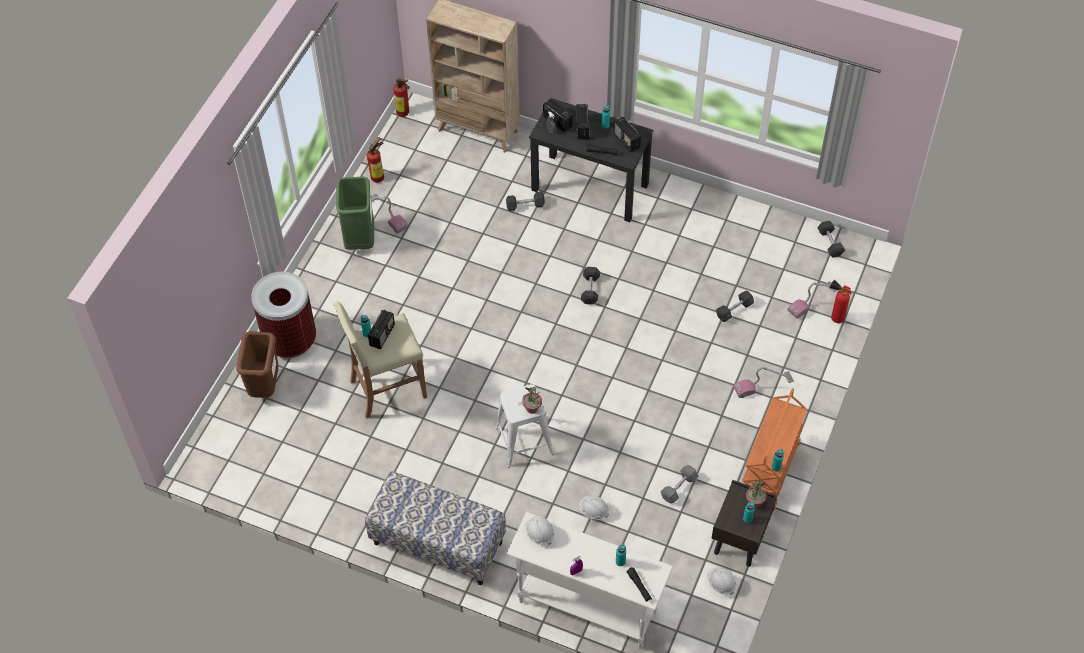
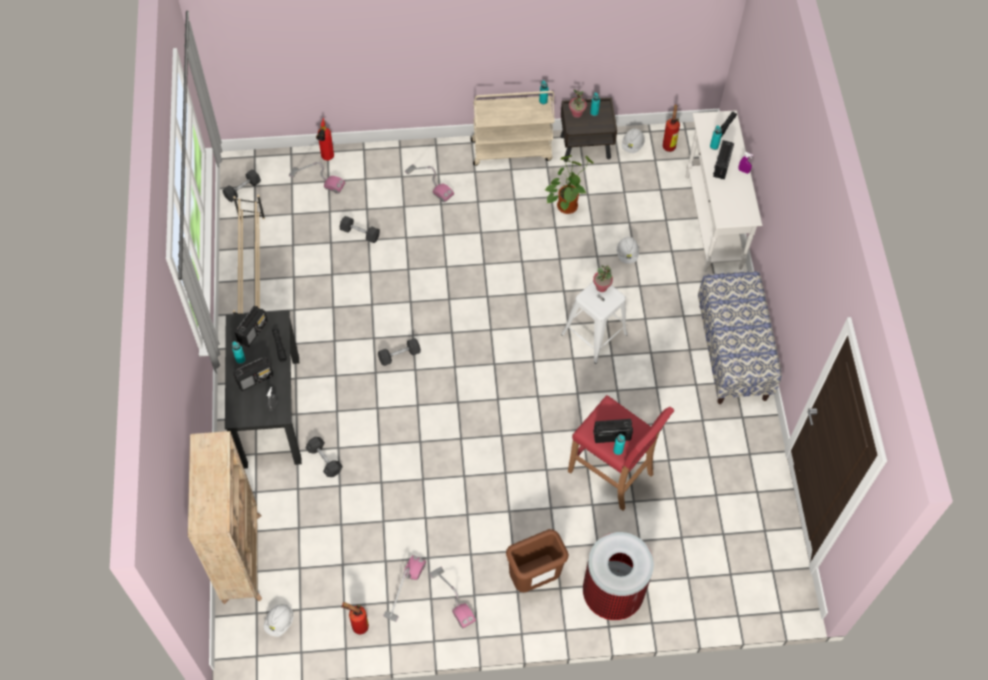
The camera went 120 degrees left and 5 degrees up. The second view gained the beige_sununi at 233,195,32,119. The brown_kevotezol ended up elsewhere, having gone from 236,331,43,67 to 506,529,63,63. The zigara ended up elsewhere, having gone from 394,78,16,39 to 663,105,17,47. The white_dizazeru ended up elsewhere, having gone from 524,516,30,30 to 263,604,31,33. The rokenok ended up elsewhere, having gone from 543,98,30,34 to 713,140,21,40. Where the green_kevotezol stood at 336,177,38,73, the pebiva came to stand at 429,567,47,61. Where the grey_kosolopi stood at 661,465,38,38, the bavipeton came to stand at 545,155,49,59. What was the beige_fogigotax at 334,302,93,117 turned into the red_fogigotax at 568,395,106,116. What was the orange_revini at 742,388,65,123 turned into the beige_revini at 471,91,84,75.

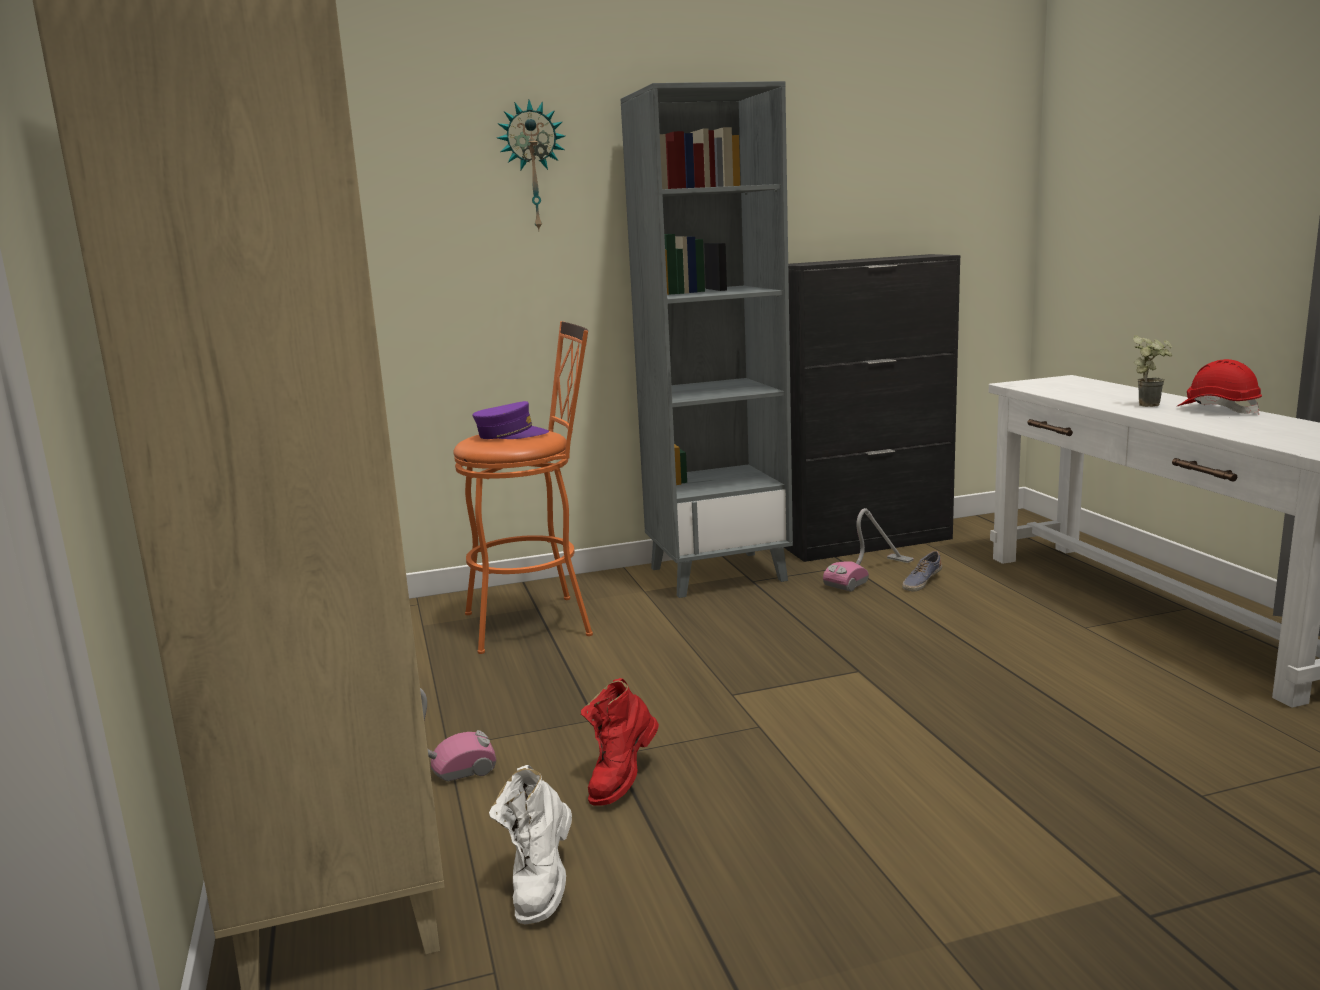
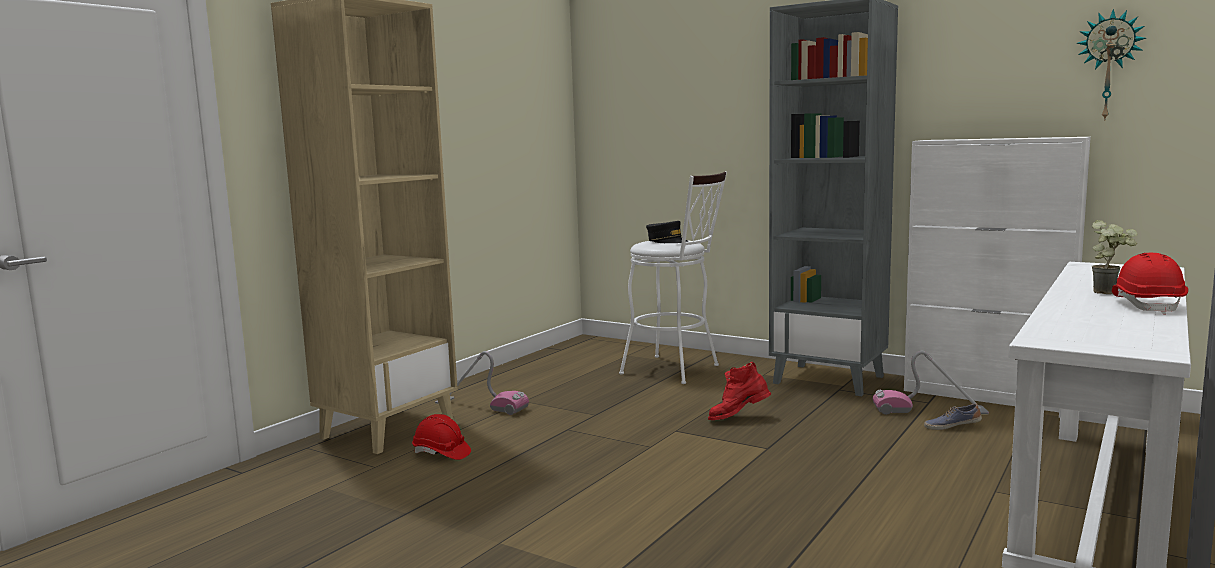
The camera went 50 degrees right and 5 degrees down. The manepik ended up elsewhere, having gone from 497,100,68,130 to 1076,9,70,112. The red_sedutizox ended up elsewhere, having gone from 581,678,78,127 to 708,362,63,58. Where the white_sedutizox stood at 489,765,83,160, the red_dizazeru came to stand at 412,414,59,46. What was the orange_fogigotax at 453,321,140,333 turned into the white_fogigotax at 619,172,108,212. What was the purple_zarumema at 472,401,77,38 turned into the black_zarumema at 646,221,43,22. What was the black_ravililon at 784,254,177,308 turned into the white_ravililon at 904,137,187,275.

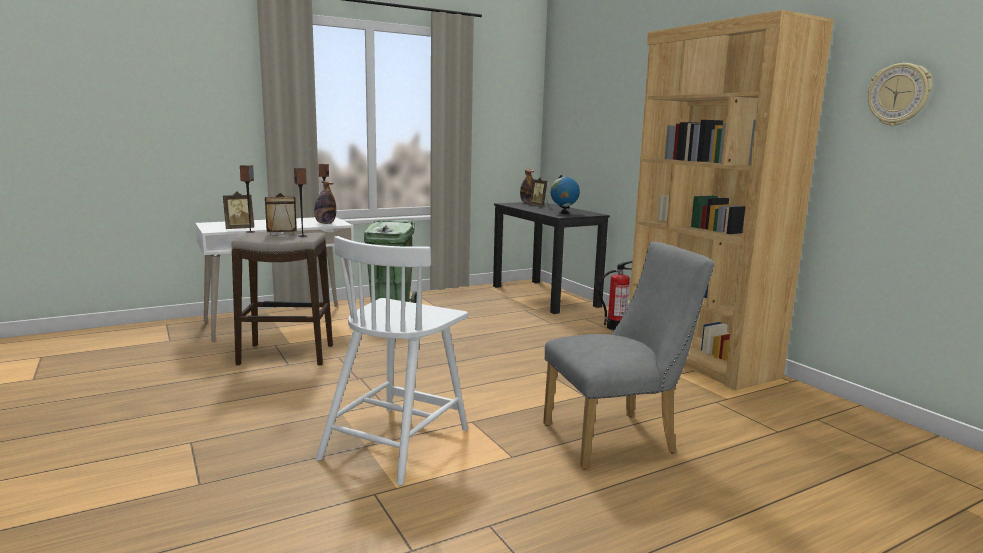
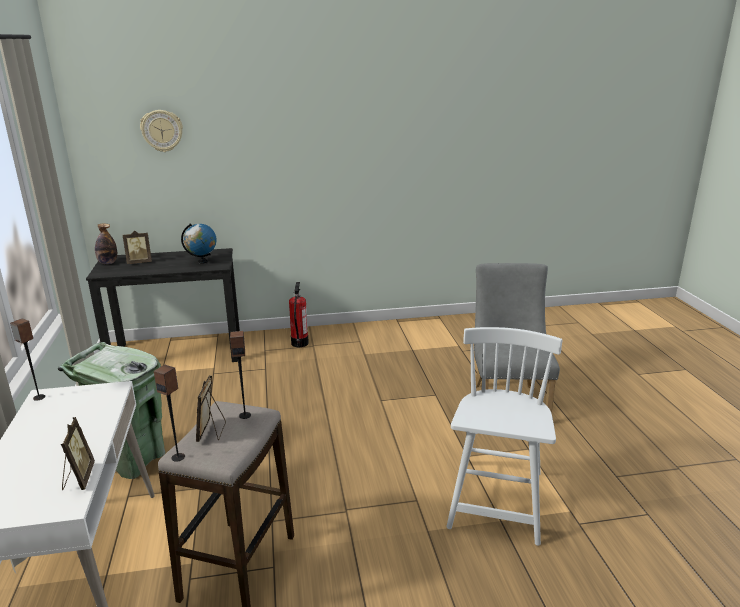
The camera went 70 degrees left and 10 degrees up. The second view lost the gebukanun at 314,181,22,43. The second view lost the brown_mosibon at 629,10,205,381. The manepik ended up elsewhere, having gone from 868,63,64,63 to 140,110,43,42. The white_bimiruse at 316,236,152,250 ended up facing another way, 120 degrees counterclockwise from before.

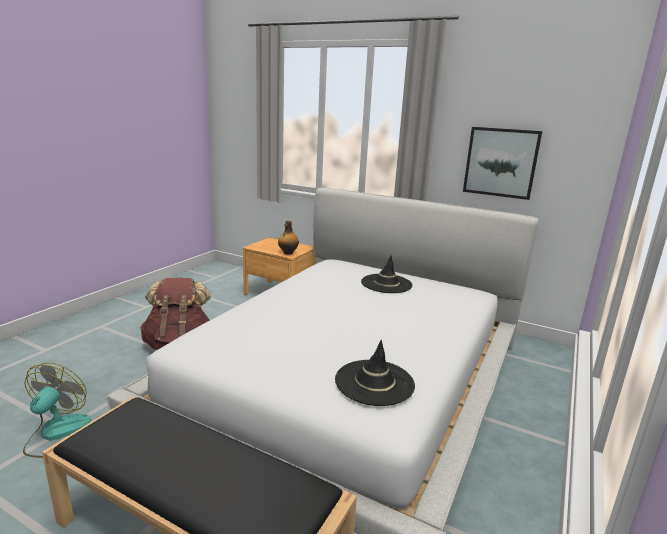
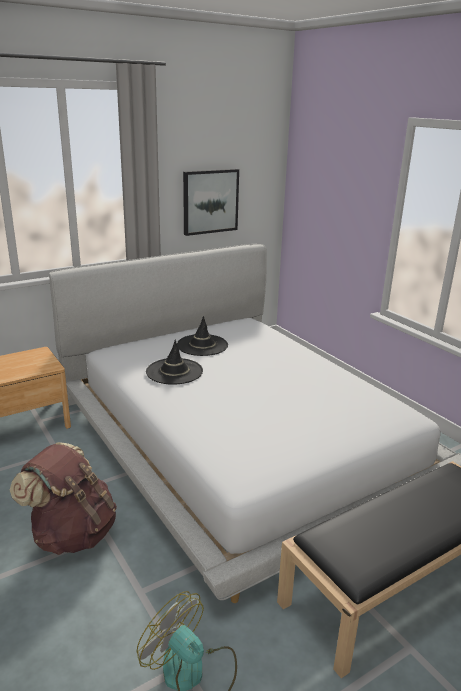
The camera went 60 degrees left and 5 degrees up. The second view lost the gebukanun at 278,221,21,33. The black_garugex ended up elsewhere, having gone from 335,340,80,66 to 146,340,57,45.

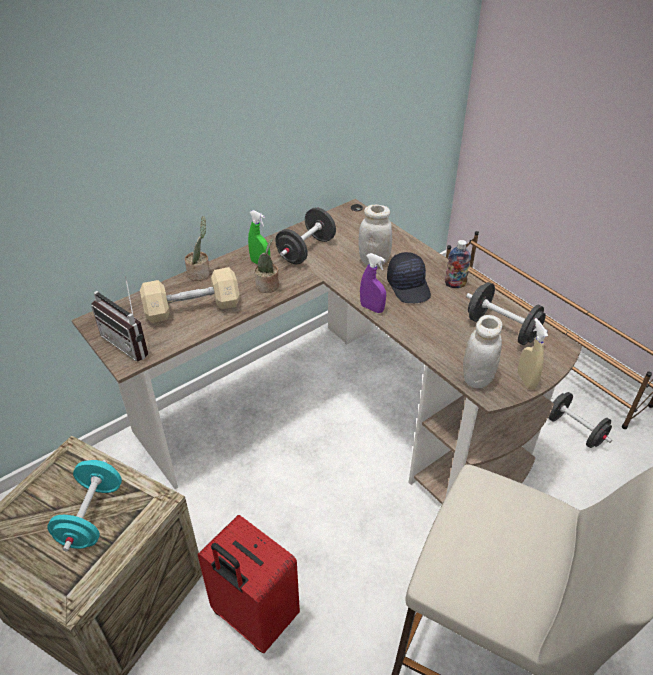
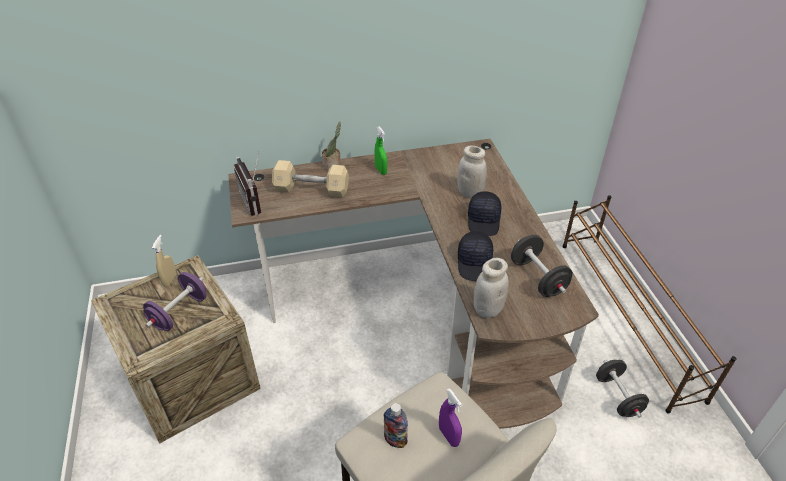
The camera went 25 degrees right and 0 degrees up. The second view lost the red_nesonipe at 198,515,102,138. The second view lost the bavipeton at 254,238,25,55. The second view lost the black_kosolopi at 275,207,61,58. The second view gained the black_zarumema at 458,231,35,50. The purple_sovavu ended up elsewhere, having gone from 360,253,26,60 to 439,388,23,59. The gebukanun ended up elsewhere, having gone from 445,240,26,48 to 384,403,24,45. The beige_sovavu ended up elsewhere, having gone from 518,318,30,72 to 152,235,24,52. What was the turquoise_kosolopi at 47,460,75,91 turned into the purple_kosolopi at 143,272,64,59.

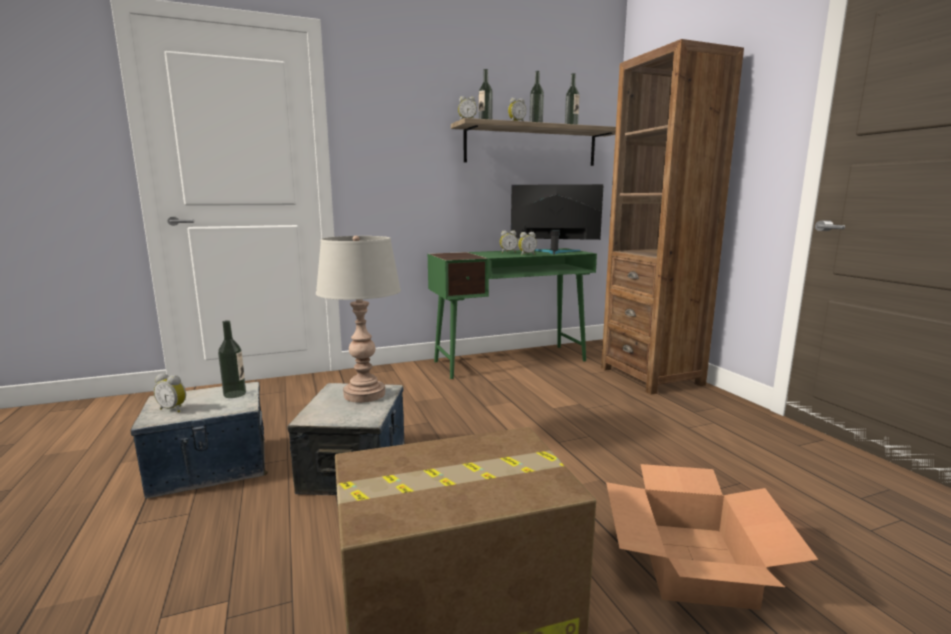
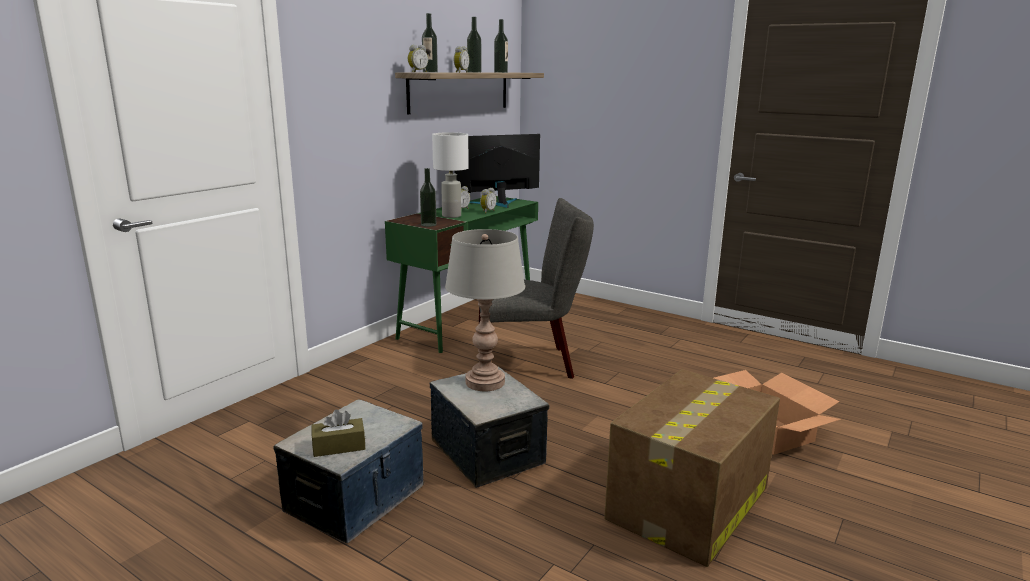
The camera went 35 degrees left and 5 degrees up. The second view lost the brown_mosibon at 601,39,143,356. The second view gained the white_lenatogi at 432,132,37,86. The second view gained the grey_bimiruse at 479,198,115,181. The gebukanun ended up elsewhere, having gone from 218,320,28,78 to 420,168,16,59. Where the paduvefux stood at 153,373,33,40, the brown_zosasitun came to stand at 312,409,53,48.

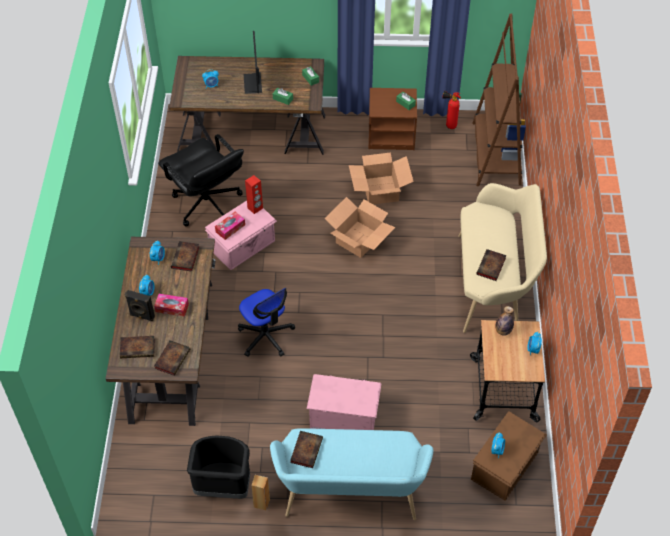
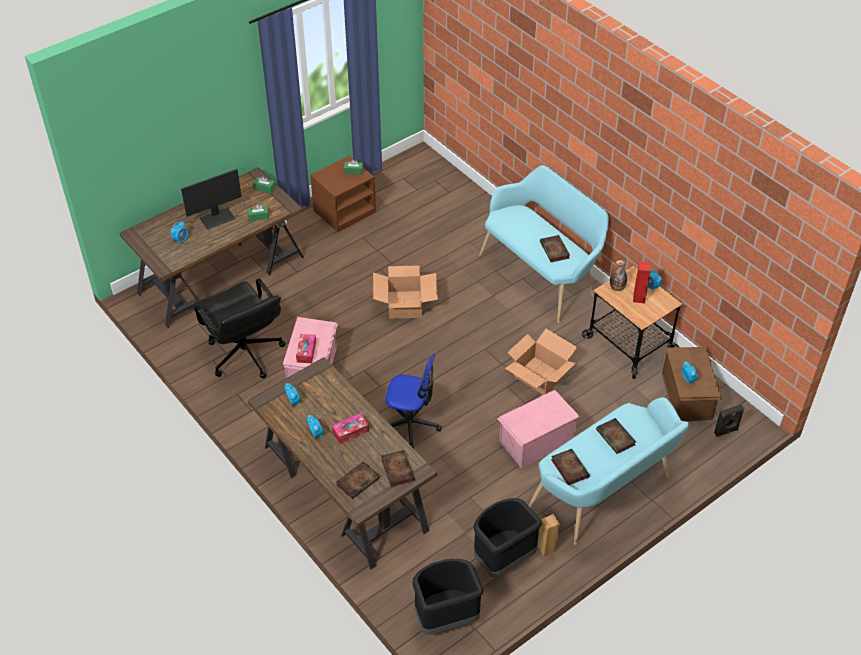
The camera went 40 degrees left and 5 degrees down. The second view lost the zigara at 442,91,19,38. The second view lost the brown_mosibon at 473,13,53,173. The second view gained the black_kevotezol at 412,559,72,76. The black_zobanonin ended up elsewhere, having gone from 125,290,30,31 to 714,404,31,33. The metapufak ended up elsewhere, having gone from 171,241,28,31 to 596,418,40,36. The red_zobanonin ended up elsewhere, having gone from 245,175,18,39 to 633,262,18,42. The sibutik ended up elsewhere, having gone from 349,152,65,52 to 505,329,72,66. What was the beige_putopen at 458,183,89,150 turned into the turquoise_putopen at 479,165,130,158. The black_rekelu at 158,134,86,92 ended up facing another way, 45 degrees clockwise from before. The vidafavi at 244,31,18,63 ended up facing another way, 75 degrees counterclockwise from before.

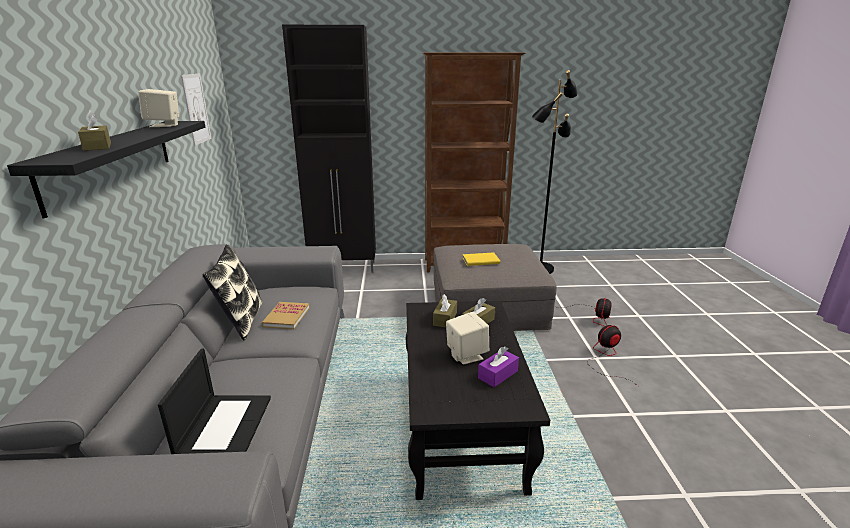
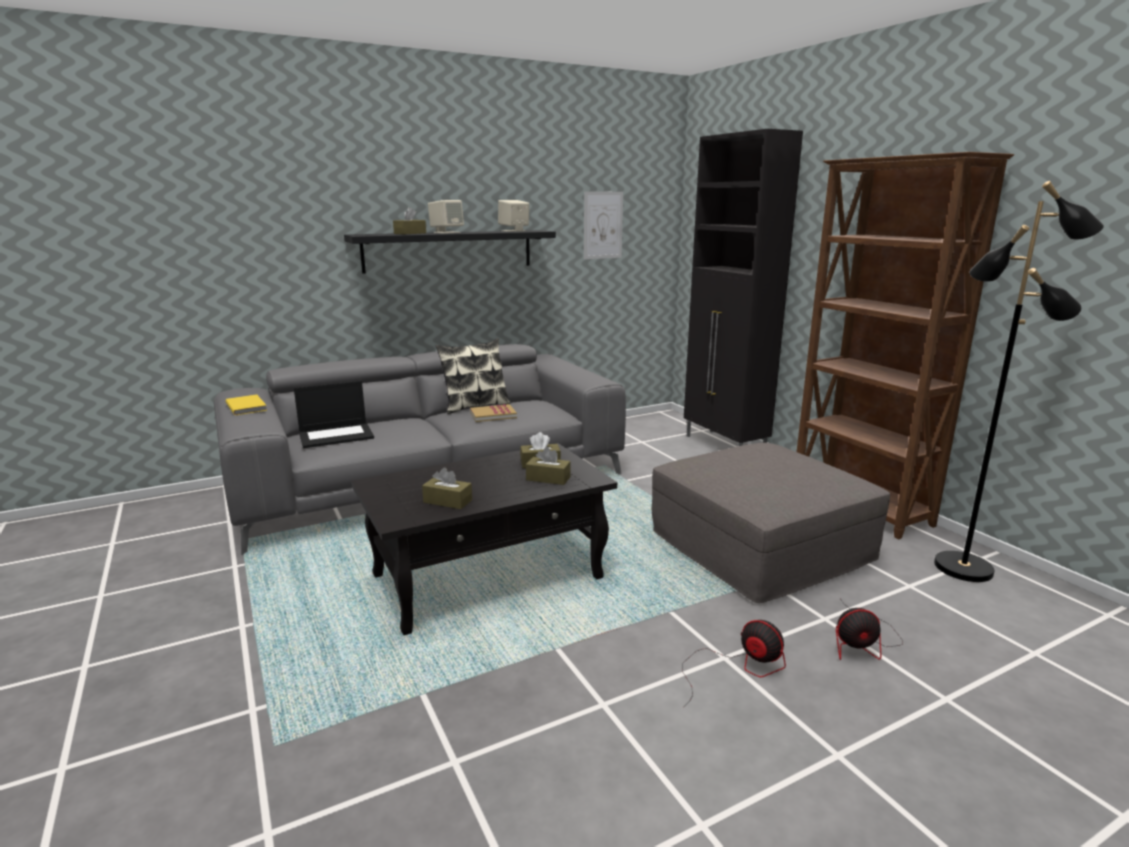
The camera went 65 degrees right and 5 degrees down. The beige_zobanonin ended up elsewhere, having gone from 446,312,43,52 to 428,200,36,34. The yellow_metapufak ended up elsewhere, having gone from 463,252,37,14 to 226,395,41,20. What was the purple_zosasitun at 478,346,41,41 turned into the brown_zosasitun at 422,468,50,41.

